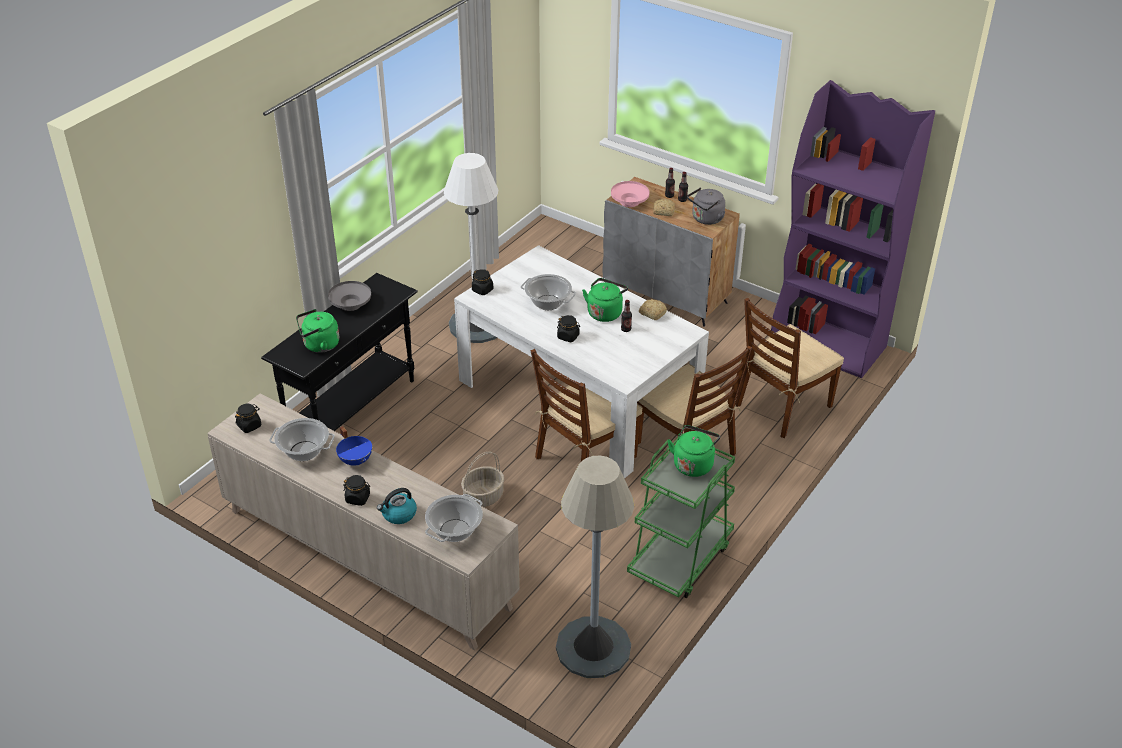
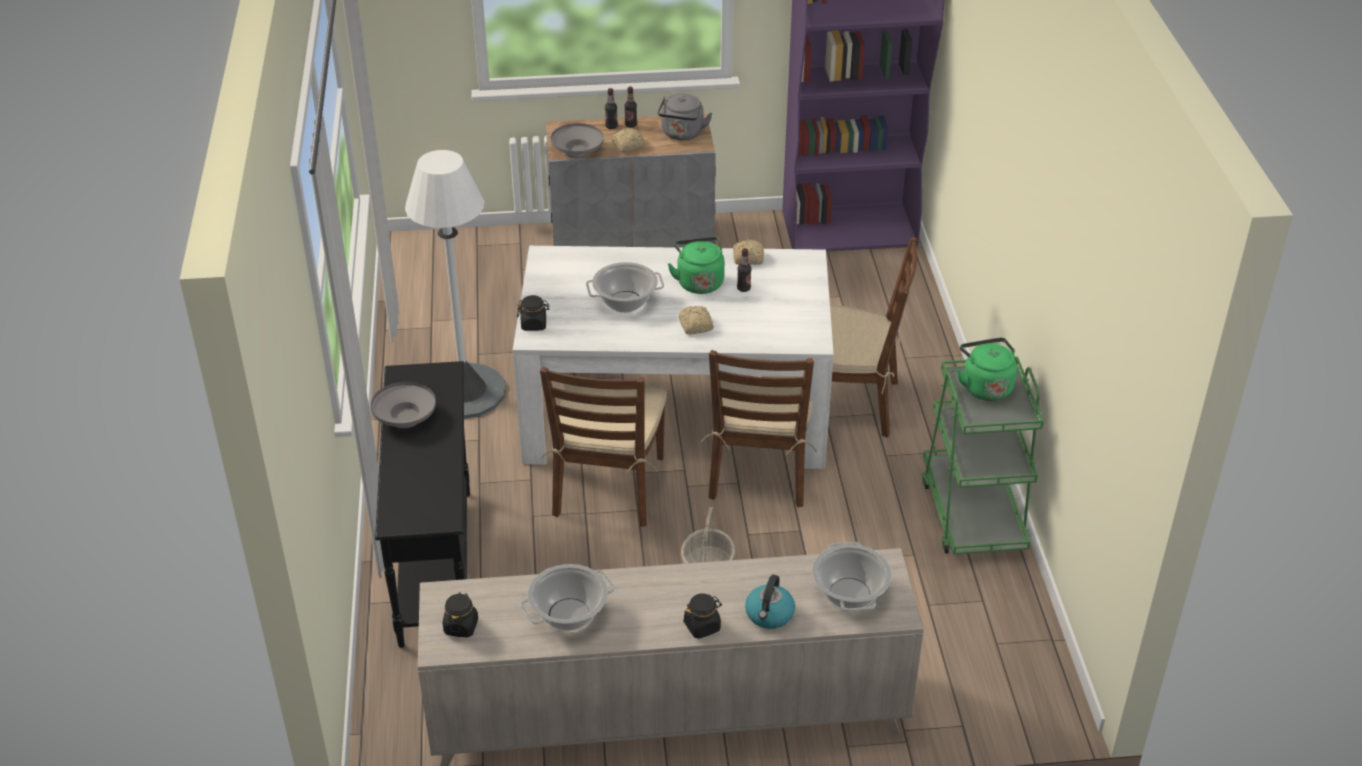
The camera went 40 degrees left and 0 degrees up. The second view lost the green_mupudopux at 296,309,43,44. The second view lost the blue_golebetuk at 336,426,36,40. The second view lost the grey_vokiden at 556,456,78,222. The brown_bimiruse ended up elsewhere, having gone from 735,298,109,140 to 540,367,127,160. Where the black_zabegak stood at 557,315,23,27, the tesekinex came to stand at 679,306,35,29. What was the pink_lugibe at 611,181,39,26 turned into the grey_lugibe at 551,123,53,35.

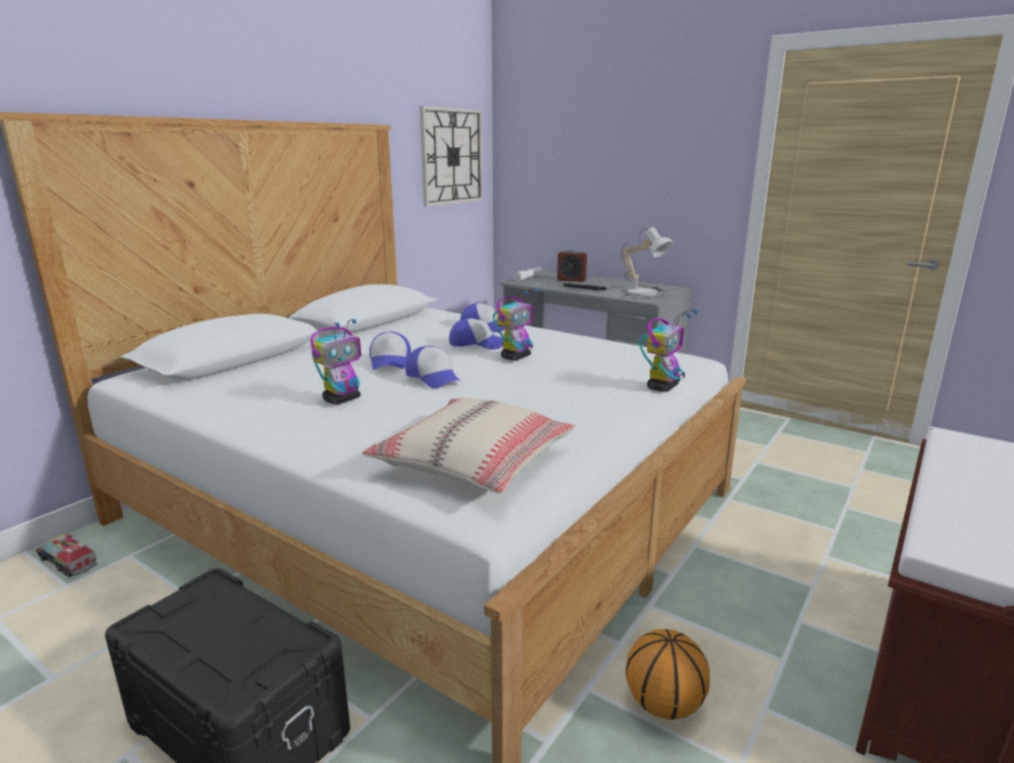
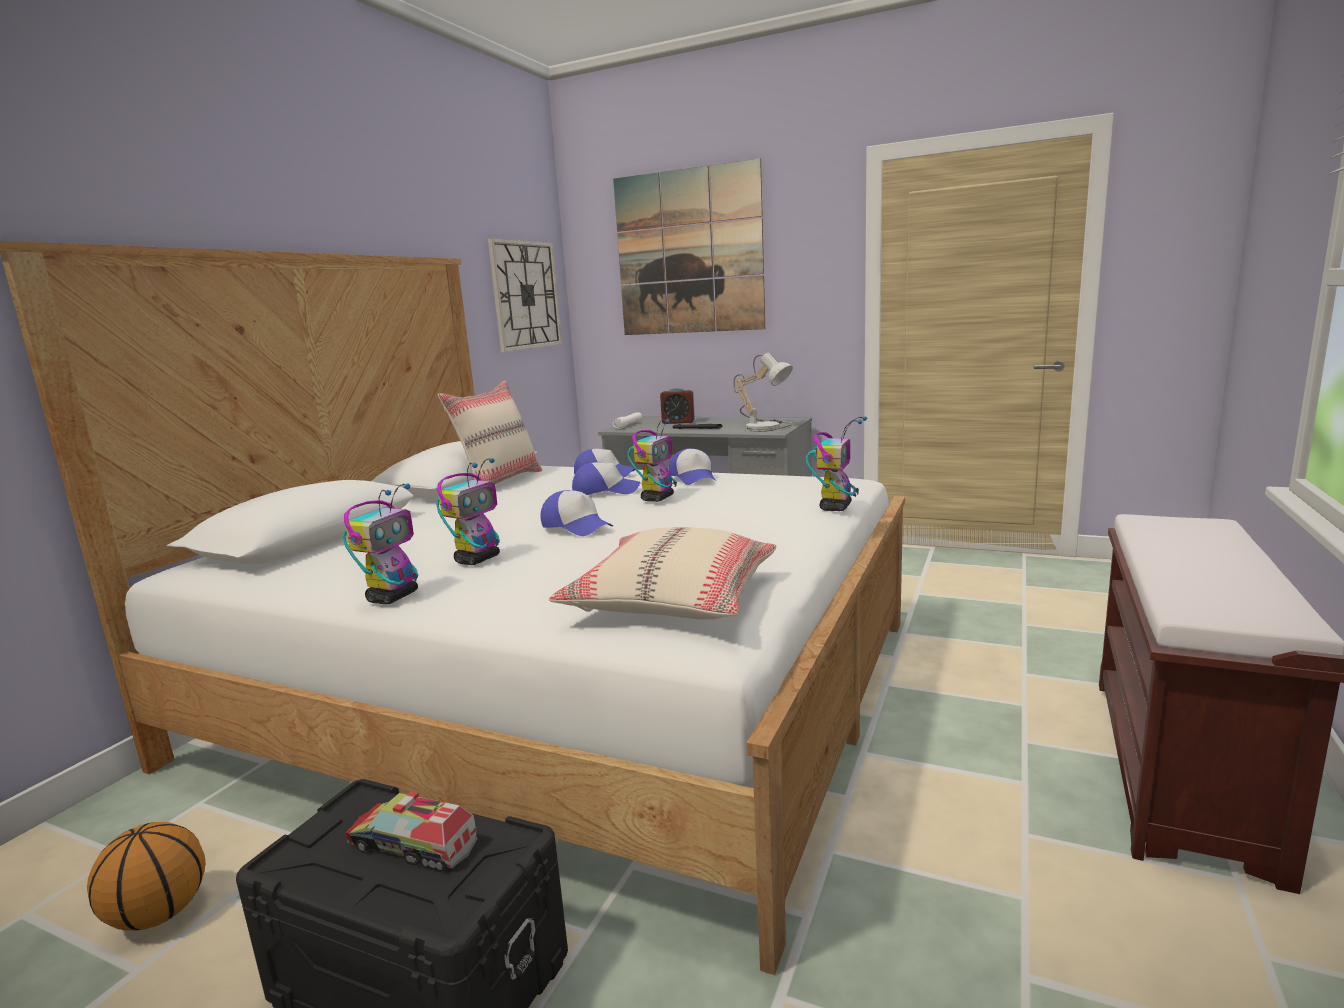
The camera went 10 degrees left and 5 degrees down. The second view gained the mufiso at 342,483,76,121. The second view gained the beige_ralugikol at 438,380,104,104. The second view gained the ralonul at 613,158,152,177. The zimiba ended up elsewhere, having gone from 35,534,62,43 to 345,791,133,81. The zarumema ended up elsewhere, having gone from 369,332,42,38 to 669,448,47,37. The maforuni ended up elsewhere, having gone from 626,629,84,91 to 87,822,119,109.

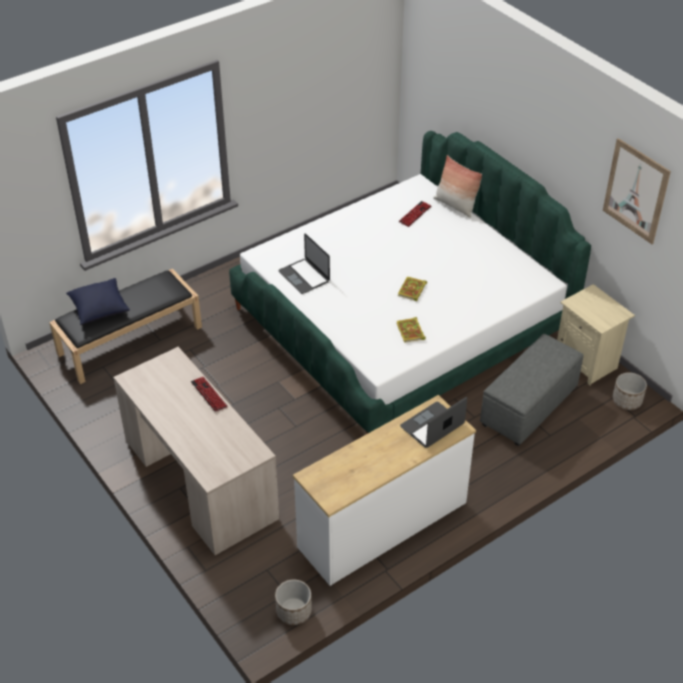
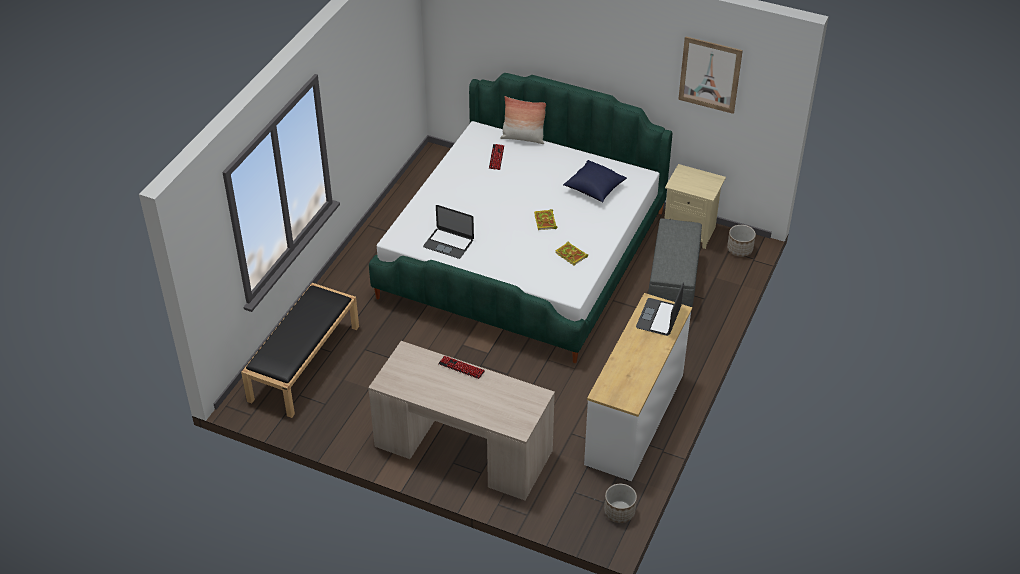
The camera went 30 degrees left and 0 degrees up. The blue_ralugikol ended up elsewhere, having gone from 66,278,64,47 to 563,160,64,43.

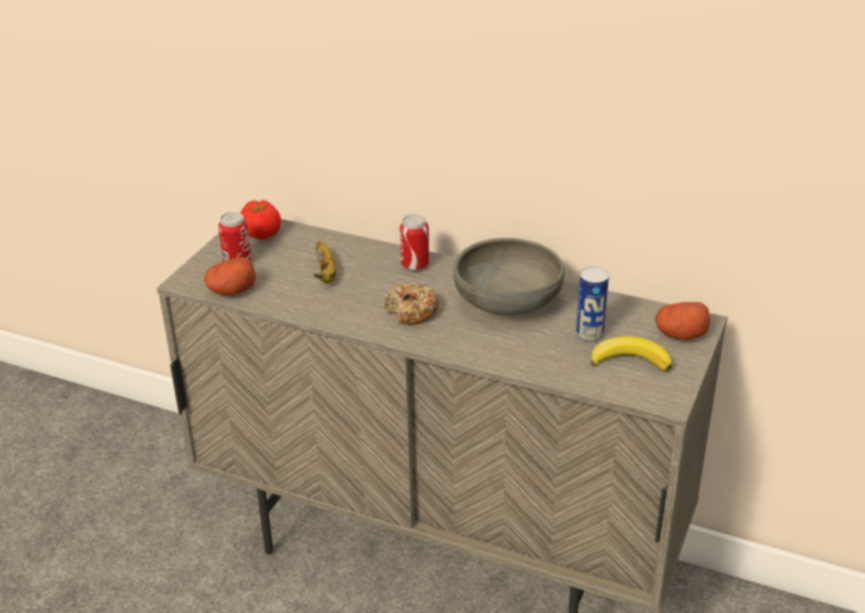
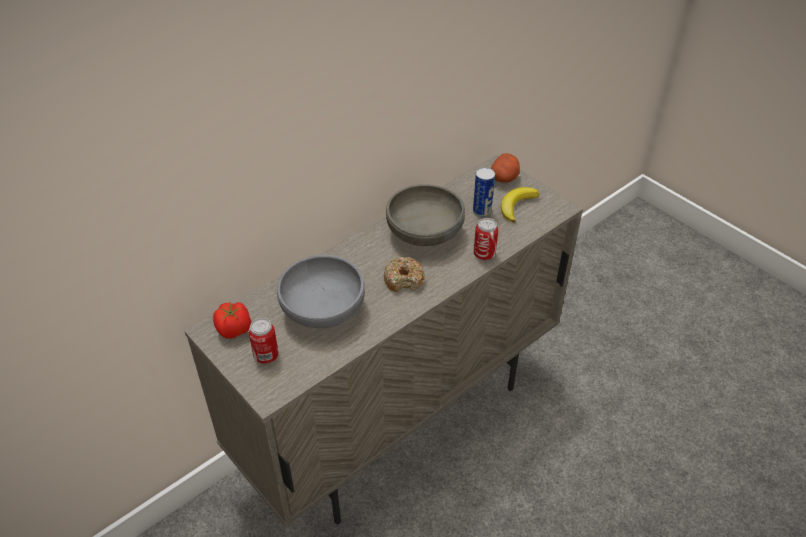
The camera went 65 degrees left and 10 degrees up. The second view lost the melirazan at 204,257,52,38. The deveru ended up elsewhere, having gone from 400,214,29,57 to 474,218,24,42. Where the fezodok stood at 314,241,23,42, the grey_lugibe came to stand at 277,255,88,73.

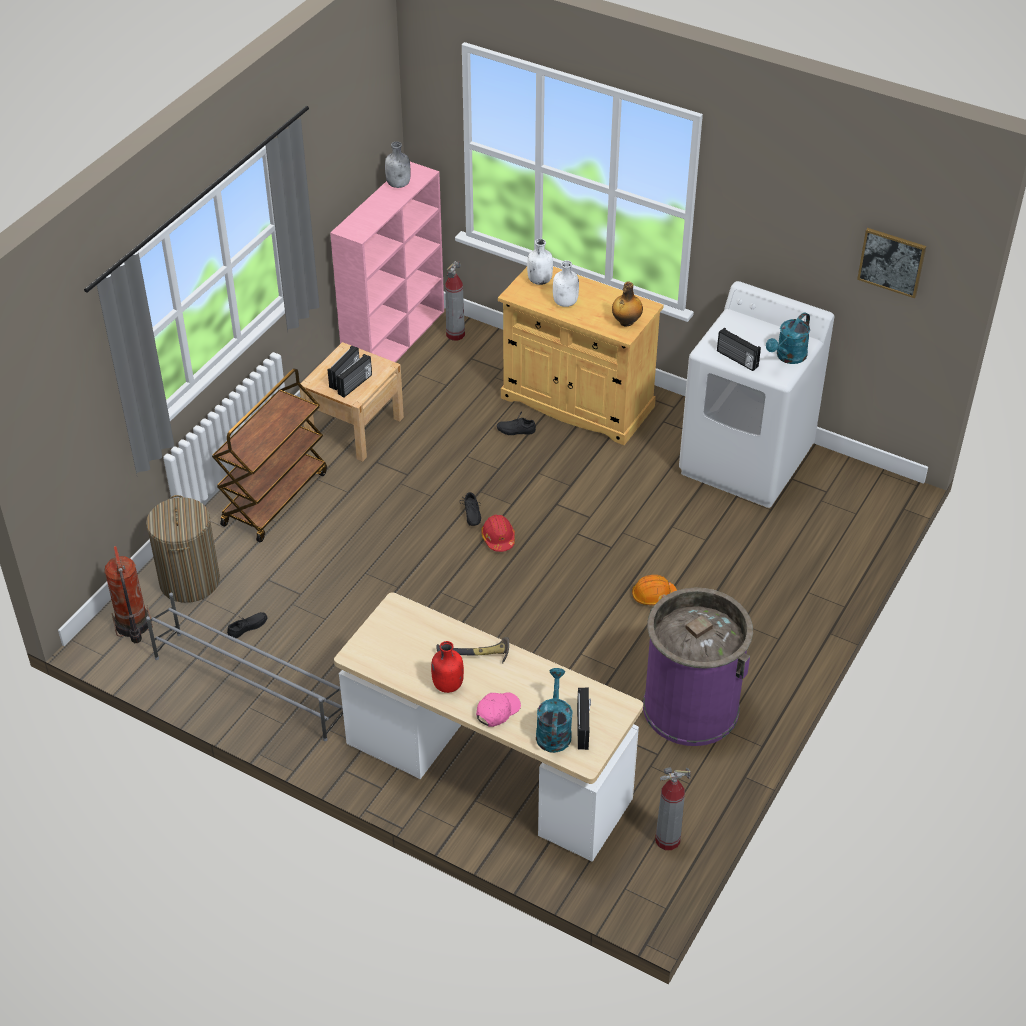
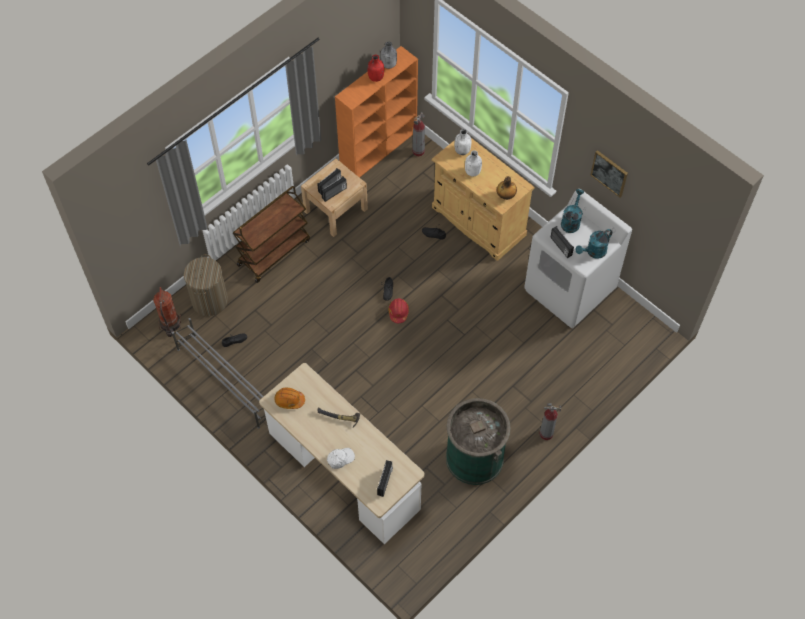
The camera went 15 degrees right and 15 degrees up. The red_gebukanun ended up elsewhere, having gone from 431,641,33,52 to 368,54,16,28. The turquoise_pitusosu ended up elsewhere, having gone from 536,668,37,85 to 561,189,23,44. The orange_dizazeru ended up elsewhere, having gone from 632,575,45,30 to 275,388,30,21. The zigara ended up elsewhere, having gone from 655,767,36,83 to 539,403,22,37. The ralonul ended up elsewhere, having gone from 857,228,69,70 to 591,150,37,47. What was the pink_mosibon at 330,162,114,200 turned into the orange_mosibon at 335,46,83,132. What was the pink_zarumema at 476,693,45,34 turned into the white_zarumema at 327,448,28,21. What was the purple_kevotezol at 643,588,110,158 turned into the green_kevotezol at 446,398,65,87.

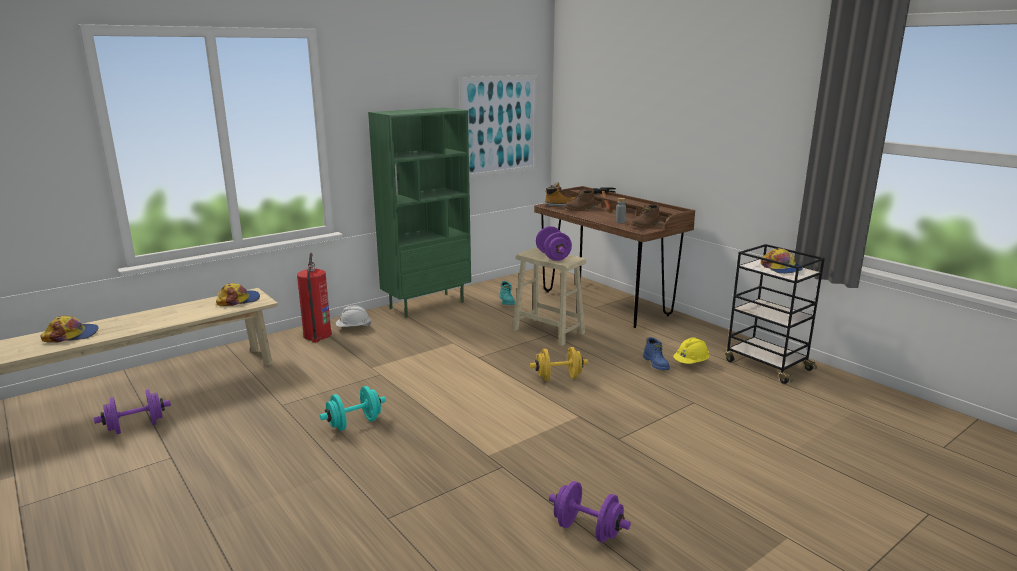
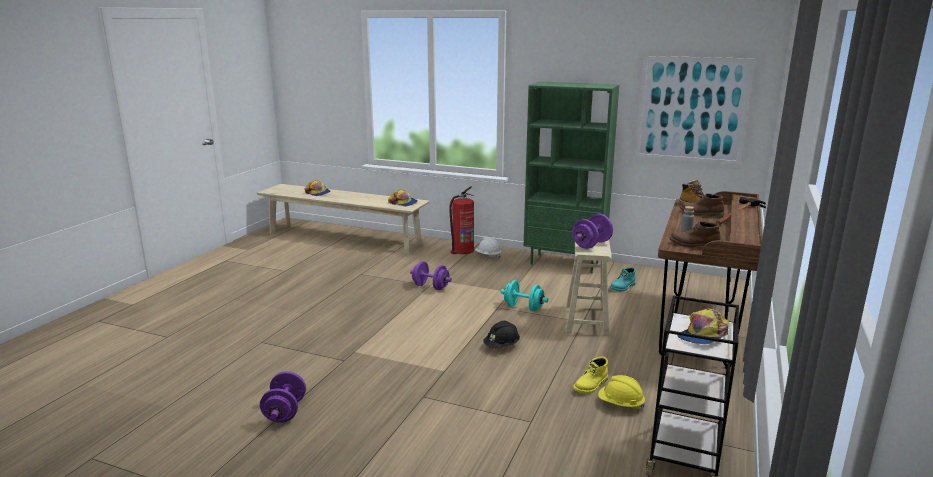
The camera went 60 degrees right and 0 degrees up. The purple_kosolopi ended up elsewhere, having gone from 94,389,77,45 to 410,261,42,29. The turquoise_kosolopi ended up elsewhere, having gone from 320,386,66,45 to 501,280,47,31. Where the yellow_kosolopi stood at 530,347,58,34, the black_dizazeru came to stand at 483,321,37,27. What was the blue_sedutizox at 643,337,27,33 turned into the yellow_sedutizox at 573,357,35,37.

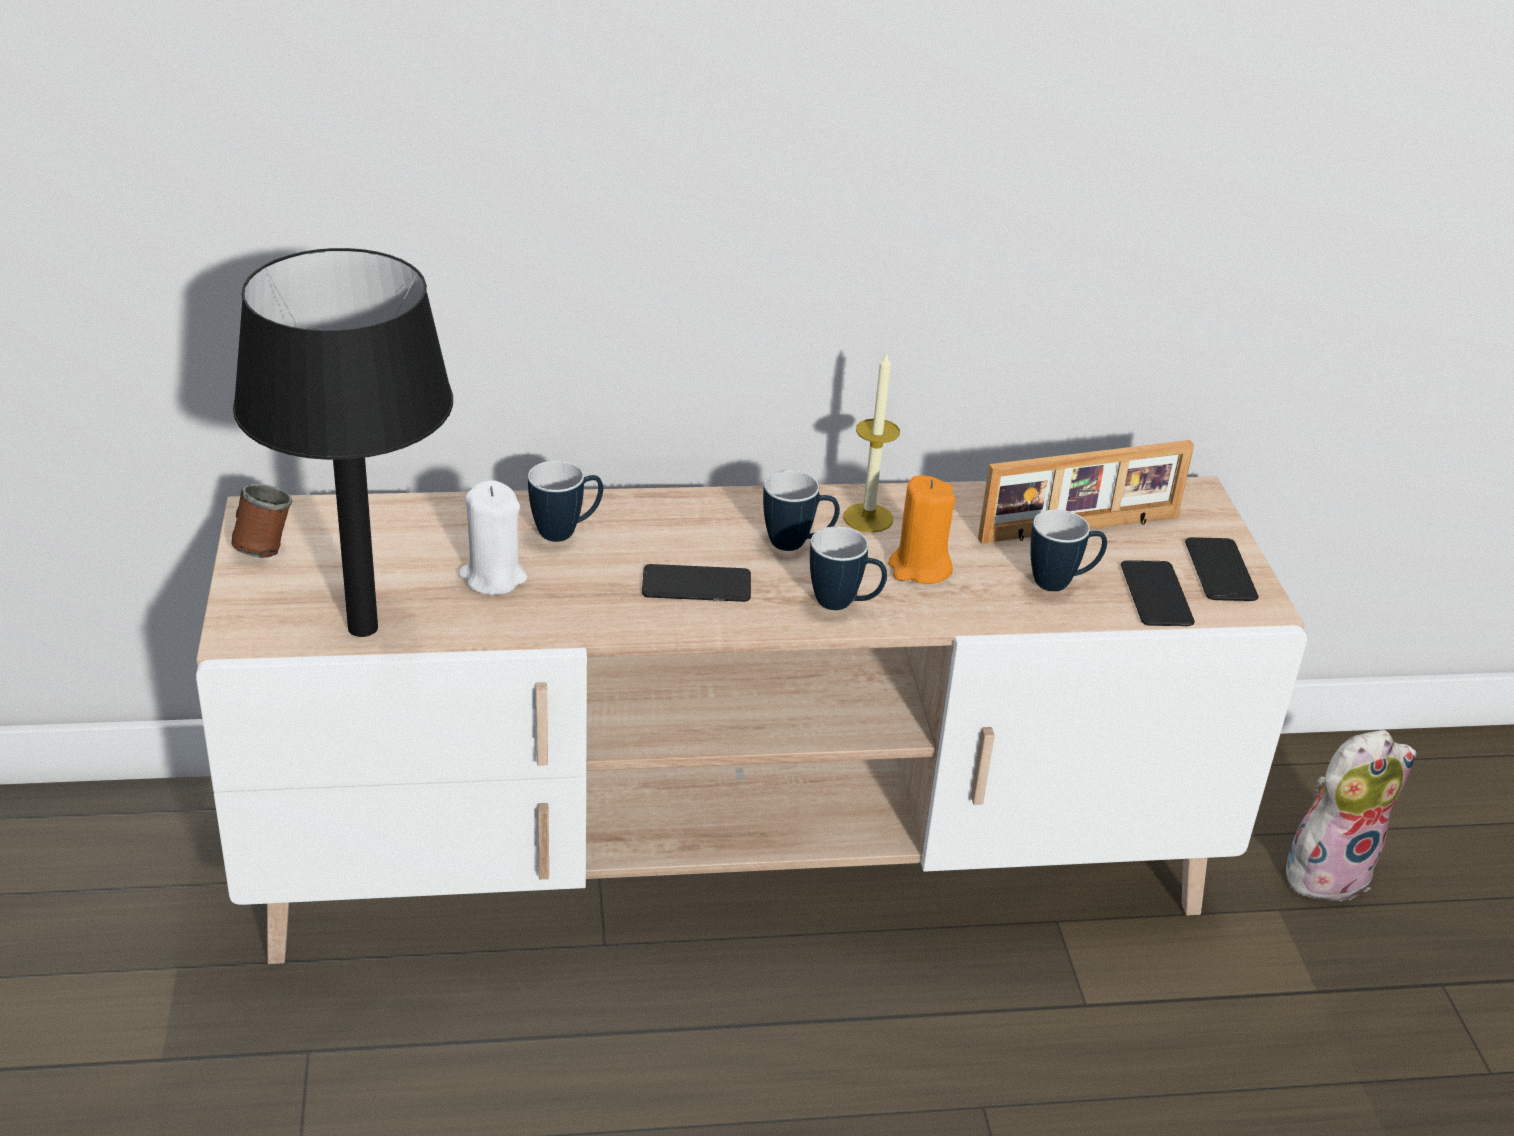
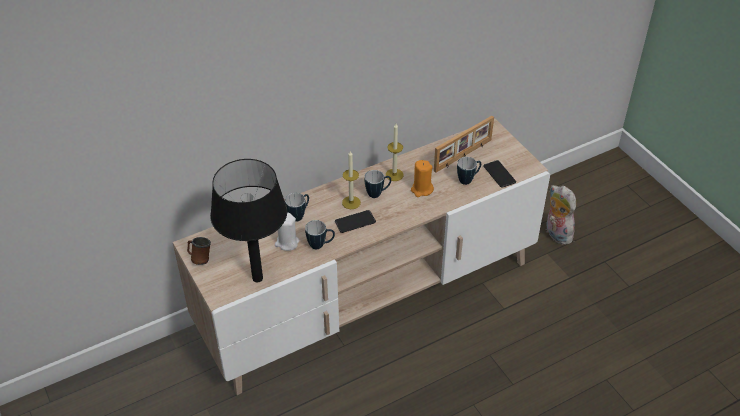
The camera went 20 degrees left and 10 degrees up. The second view lost the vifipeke at 1185,537,73,64. The second view gained the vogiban at 342,151,19,58. The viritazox ended up elsewhere, having gone from 810,526,77,84 to 305,220,30,29. The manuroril at 1286,730,131,177 ended up facing another way, 75 degrees counterclockwise from before.

